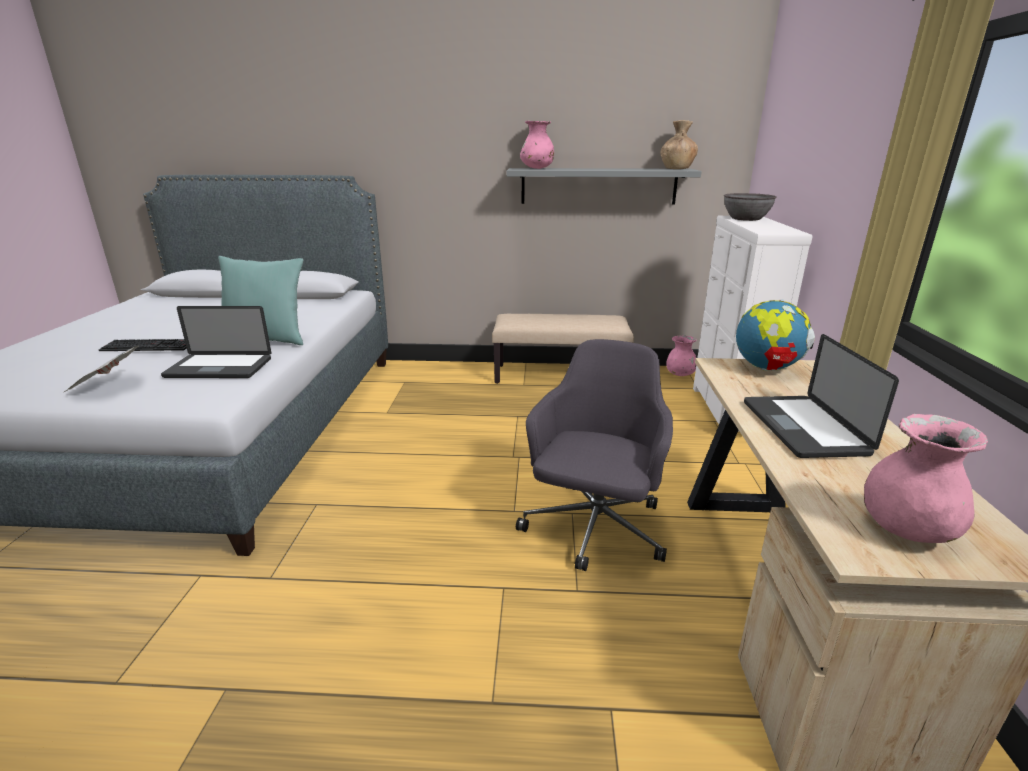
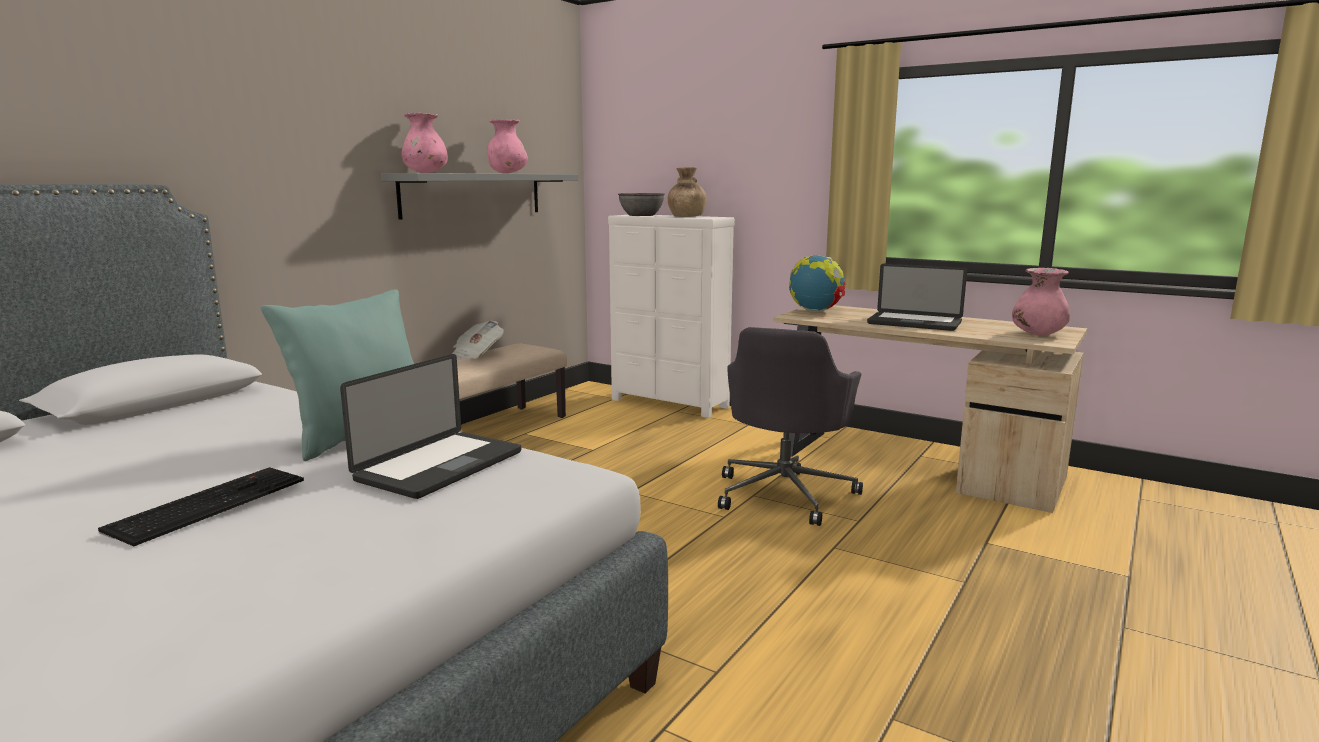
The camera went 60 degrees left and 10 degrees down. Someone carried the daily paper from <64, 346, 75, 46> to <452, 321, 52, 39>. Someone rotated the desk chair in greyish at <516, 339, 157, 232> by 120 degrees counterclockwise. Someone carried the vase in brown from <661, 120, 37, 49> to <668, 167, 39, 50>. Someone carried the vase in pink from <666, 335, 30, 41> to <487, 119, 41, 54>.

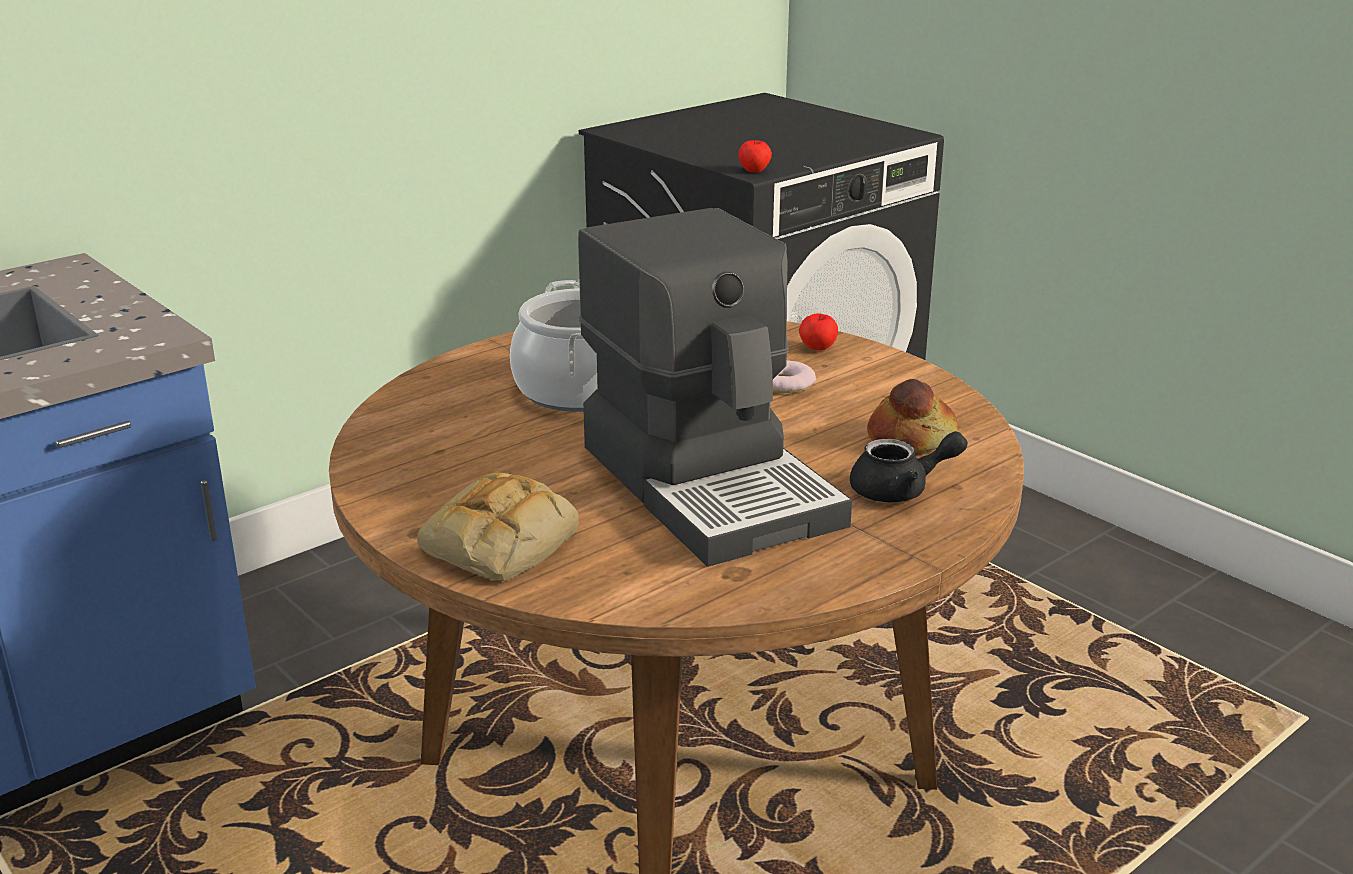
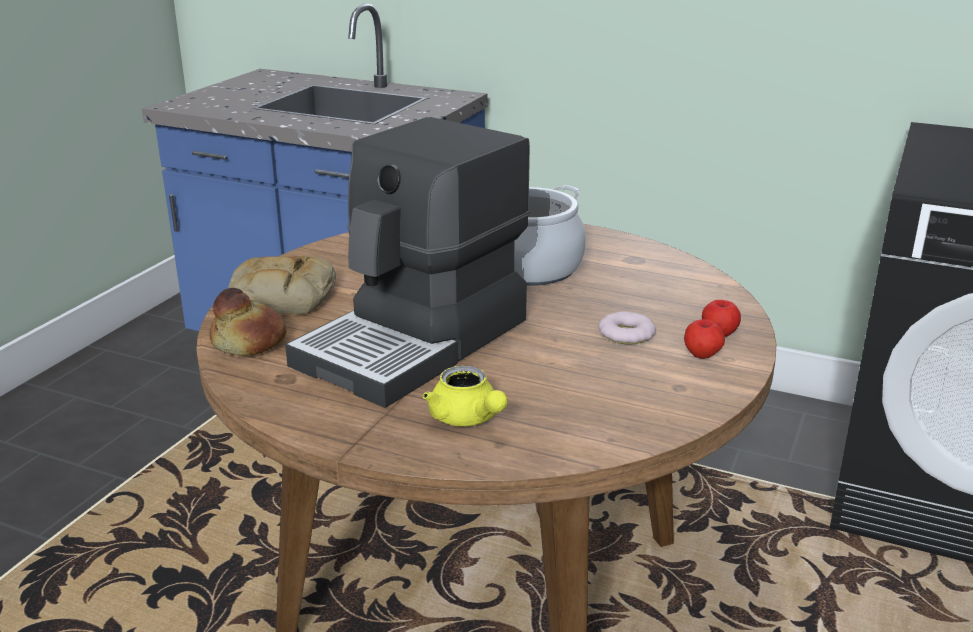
The camera went 65 degrees right and 0 degrees up. Someone carried the whole apple from <739, 140, 33, 33> to <684, 319, 41, 40>. Someone repainted the tea pot in black-coloured at <850, 431, 117, 71>, which became the tea pot in yellow-coloured at <423, 366, 85, 60>. Someone carried the bread from <867, 379, 91, 74> to <210, 288, 77, 68>.

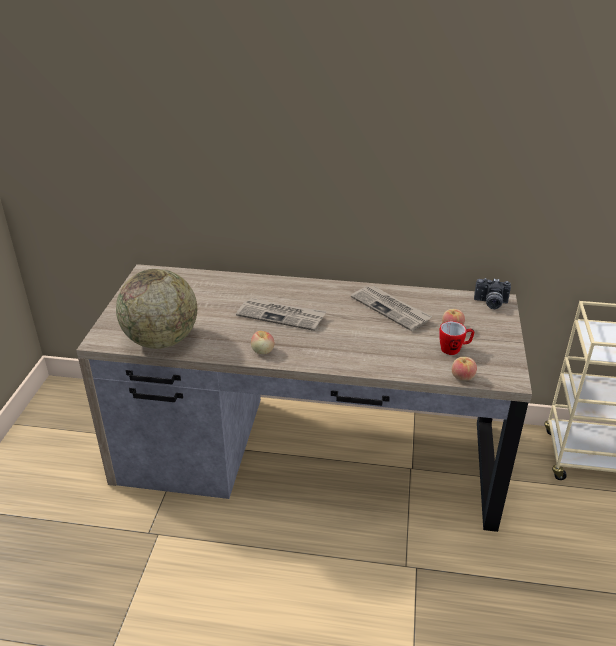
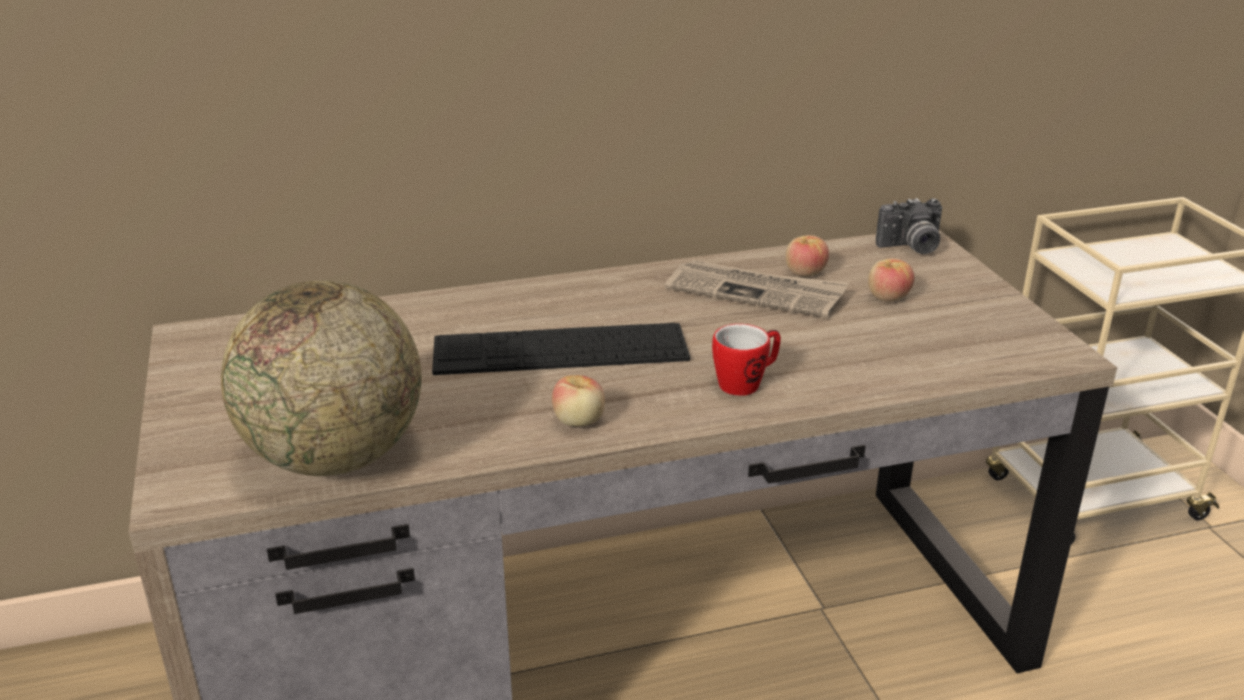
The camera went 25 degrees left and 5 degrees down. Someone swapped the daily paper at <236, 298, 90, 33> for the PC keyboard at <432, 323, 258, 52>. Someone carried the mug from <439, 321, 35, 34> to <712, 324, 69, 72>. Someone carried the whole apple from <452, 357, 25, 24> to <786, 235, 43, 42>.

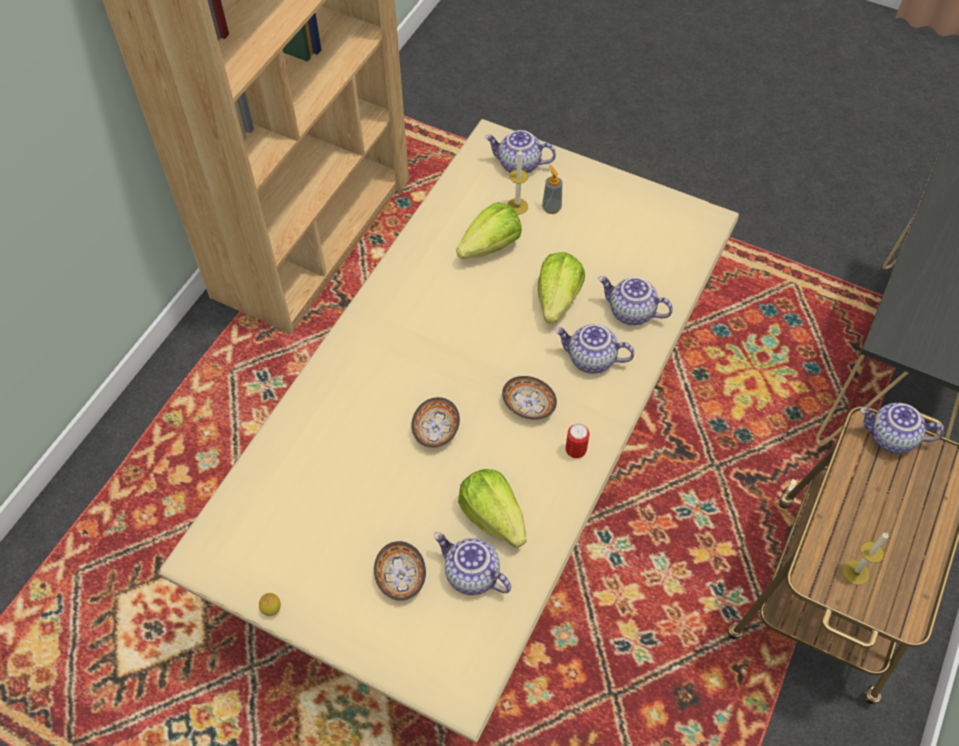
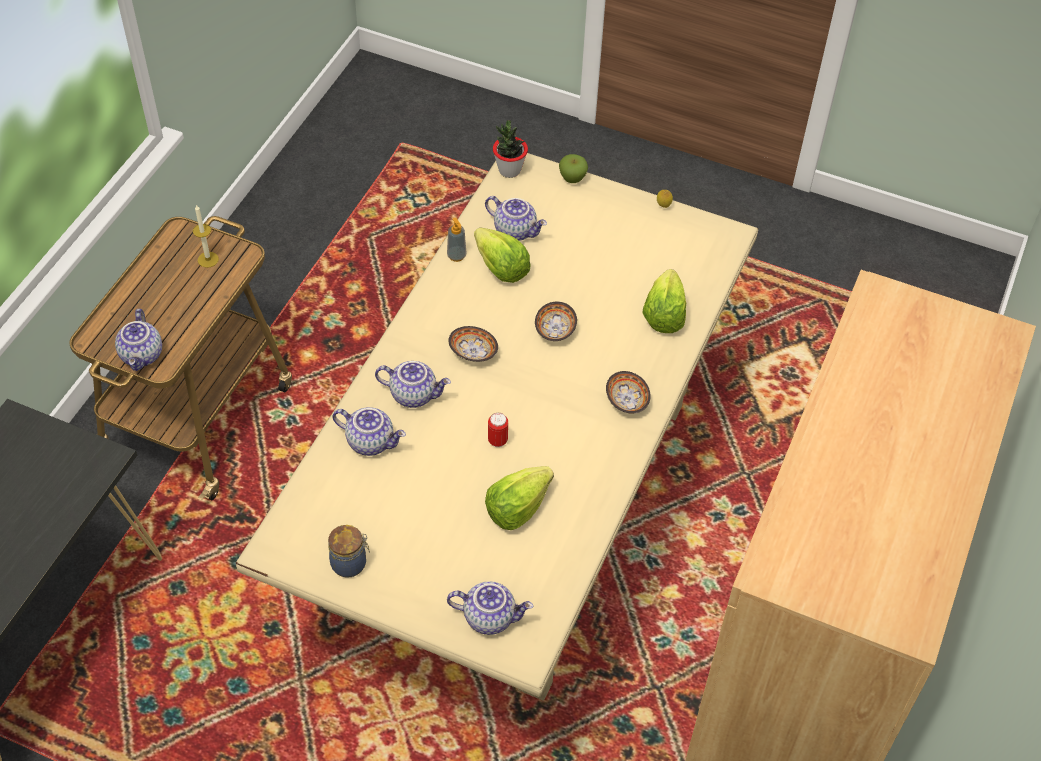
The camera went 175 degrees right and 5 degrees down. Someone carried the bowl from <374, 541, 52, 60> to <606, 371, 45, 43>. Someone took away the wax light at <507, 150, 21, 65>. Someone carried the head of lettuce from <538, 252, 47, 72> to <642, 269, 44, 64>. Someone carried the soap dispenser from <542, 165, 20, 49> to <447, 218, 19, 44>. Someone carried the sealed can from <565, 424, 25, 34> to <488, 413, 20, 34>. Someone rotated the tea pot at <860, 403, 84, 51> by 75 degrees clockwise. Someone put down the storage jar at <328, 525, 42, 53>. Someone put down the potted plant at <493, 120, 35, 58>. Someone put down the whole apple at <559, 154, 29, 29>.

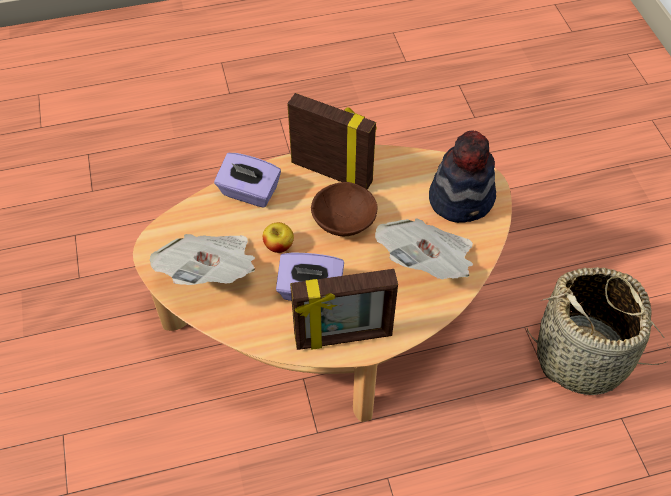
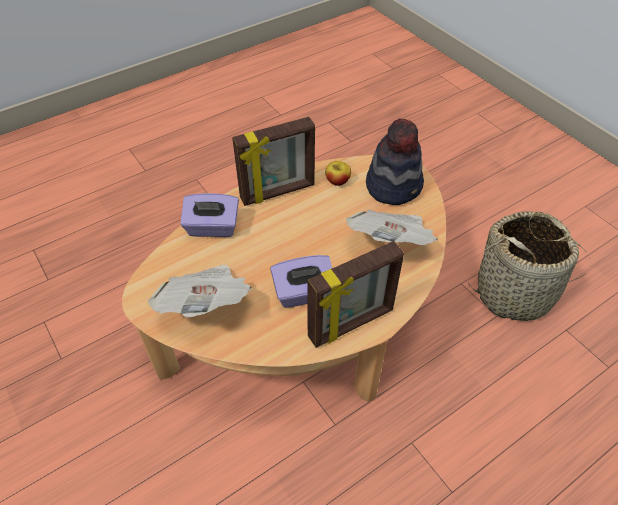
The camera went 20 degrees left and 5 degrees down. Someone carried the whole apple from <263, 222, 31, 31> to <325, 161, 26, 25>. Someone rotated the photo frame at <287, 93, 90, 97> by 150 degrees clockwise. Someone took away the bowl in brown at <311, 182, 66, 54>.

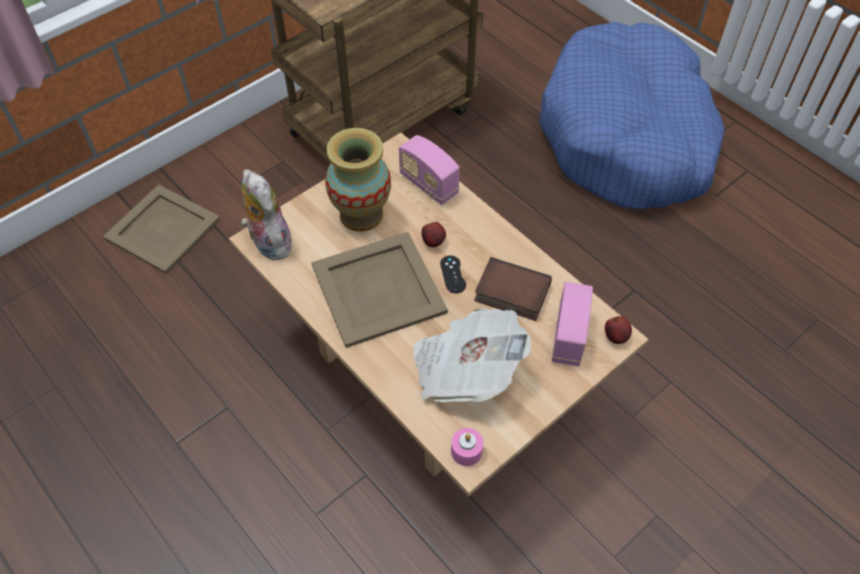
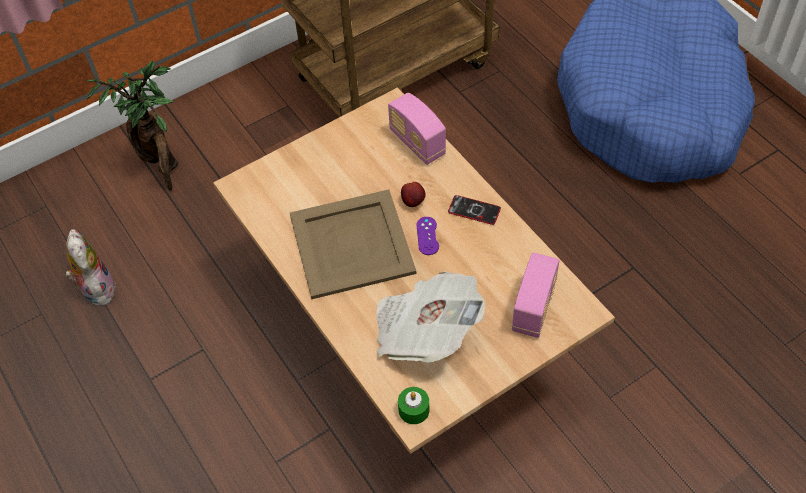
The camera went 10 degrees right and 0 degrees up. Someone swapped the serving tray in beige-coloured at <103, 184, 117, 90> for the potted plant at <87, 61, 92, 130>. Someone carried the soft toy from <241, 170, 51, 90> to <66, 229, 52, 77>. Someone took away the vase at <325, 128, 66, 104>. Someone repainted the joypad in black-coloured at <440, 256, 26, 38>, which became the joypad in purple at <416, 217, 23, 38>. Someone repainted the wax light in pink at <451, 428, 33, 38>, which became the wax light in green-coloured at <398, 387, 31, 37>. Someone took away the book at <474, 257, 78, 64>. Someone took away the whole apple at <605, 316, 27, 28>. Someone put down the handset at <448, 195, 53, 30>.

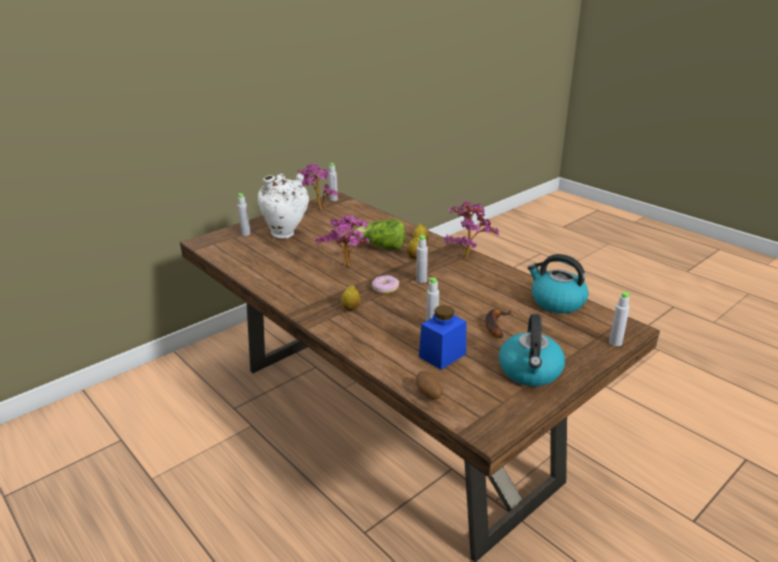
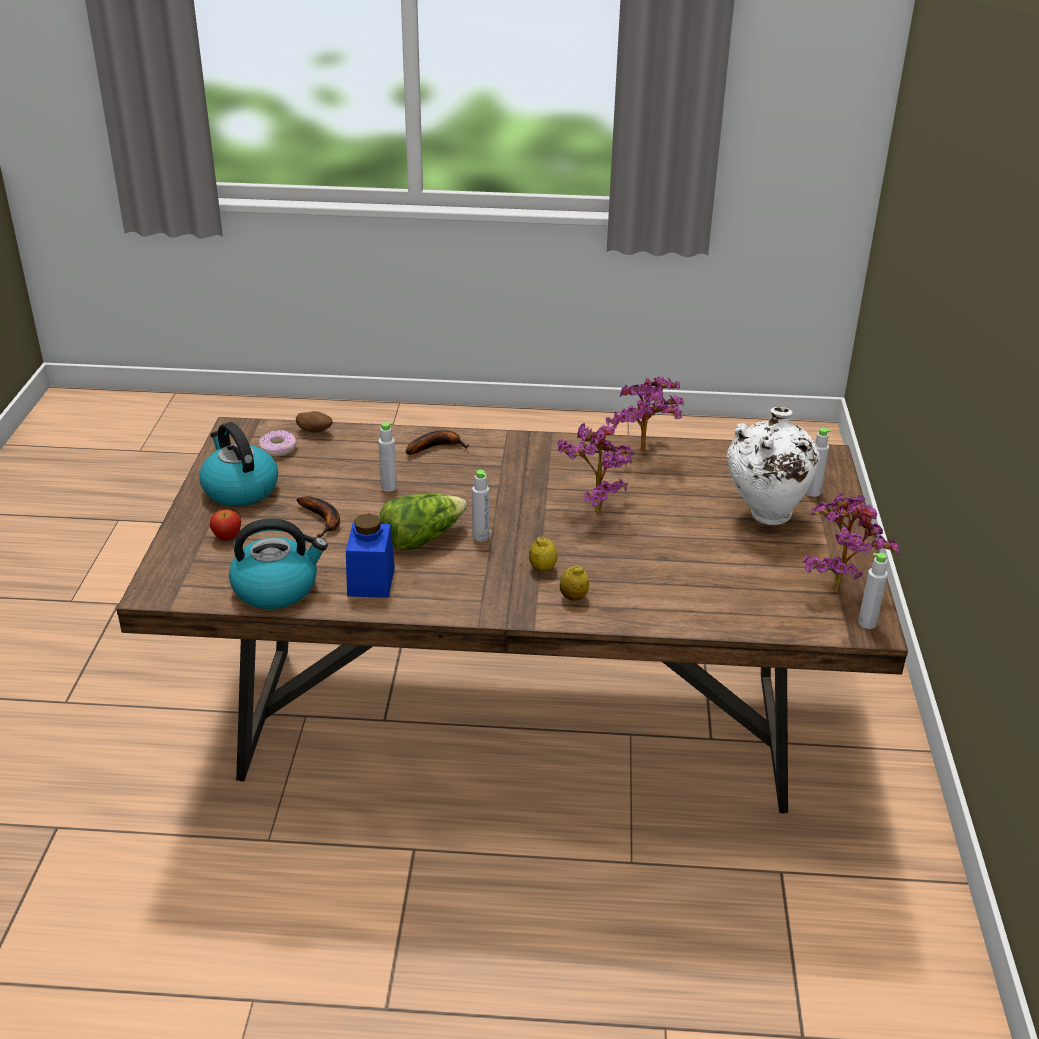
The camera went 135 degrees right and 5 degrees up. Someone took away the citrus fruit at <341, 285, 19, 26>. Someone carried the head of lettuce from <354, 220, 52, 30> to <380, 493, 87, 58>. Someone carried the ring doughnut from <372, 275, 27, 19> to <259, 430, 38, 27>. Someone carried the storage jar in bluish from <419, 305, 47, 65> to <346, 513, 49, 85>. Someone carried the potted plant from <444, 200, 55, 58> to <606, 376, 78, 75>. Someone took away the drink bottle in greyish at <609, 292, 22, 54>. Someone put down the whole apple at <210, 509, 31, 32>. Someone put down the whole banana at <406, 430, 63, 25>.

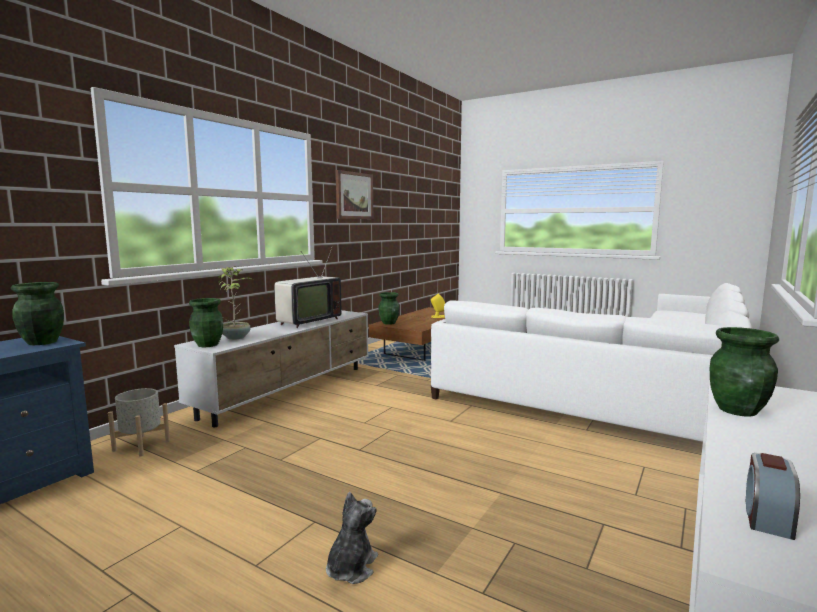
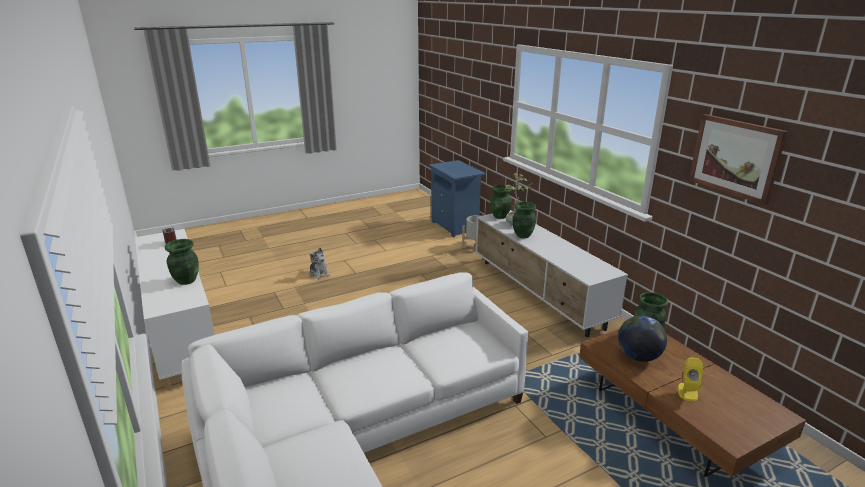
The camera went 120 degrees right and 15 degrees up. Someone carried the vase in green-coloured from <11, 282, 53, 63> to <513, 202, 23, 36>. Someone took away the television at <274, 248, 67, 80>. Someone put down the globe at <618, 315, 49, 47>.

